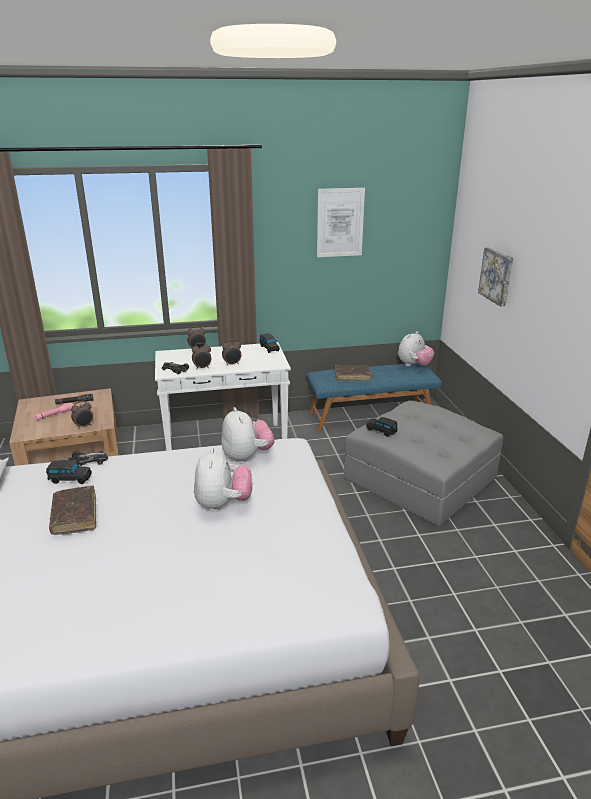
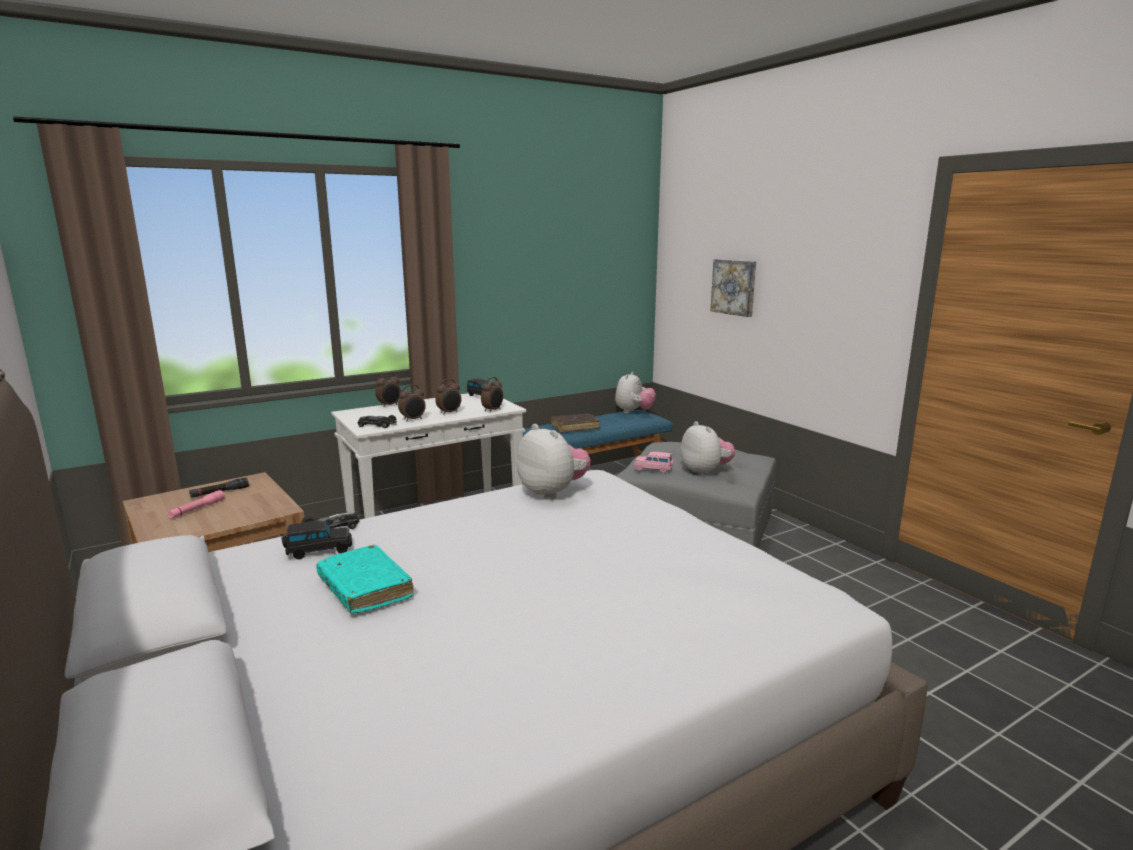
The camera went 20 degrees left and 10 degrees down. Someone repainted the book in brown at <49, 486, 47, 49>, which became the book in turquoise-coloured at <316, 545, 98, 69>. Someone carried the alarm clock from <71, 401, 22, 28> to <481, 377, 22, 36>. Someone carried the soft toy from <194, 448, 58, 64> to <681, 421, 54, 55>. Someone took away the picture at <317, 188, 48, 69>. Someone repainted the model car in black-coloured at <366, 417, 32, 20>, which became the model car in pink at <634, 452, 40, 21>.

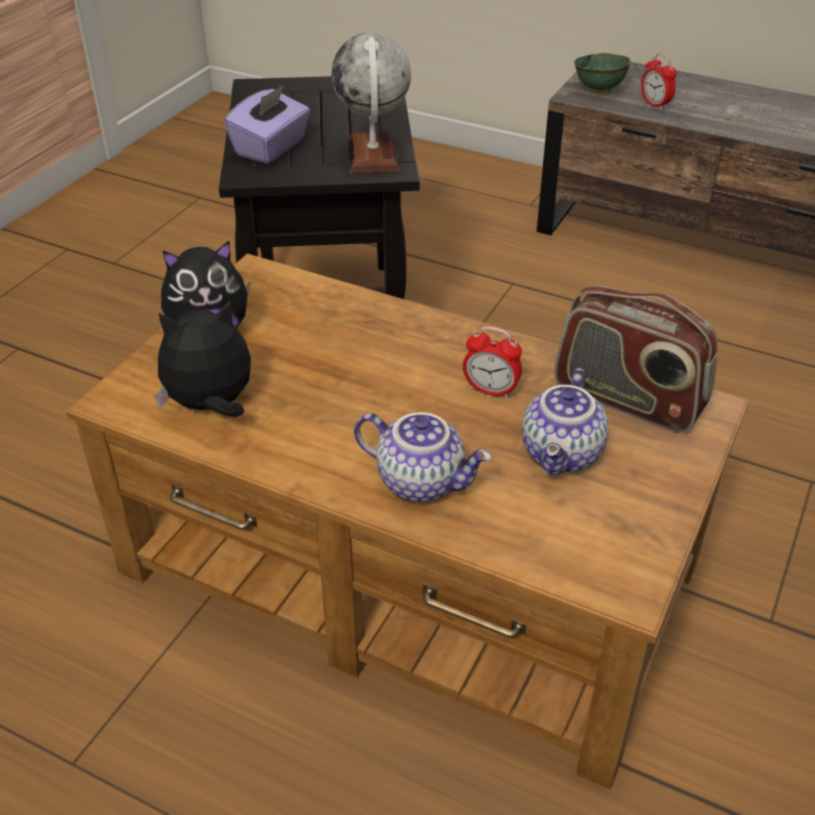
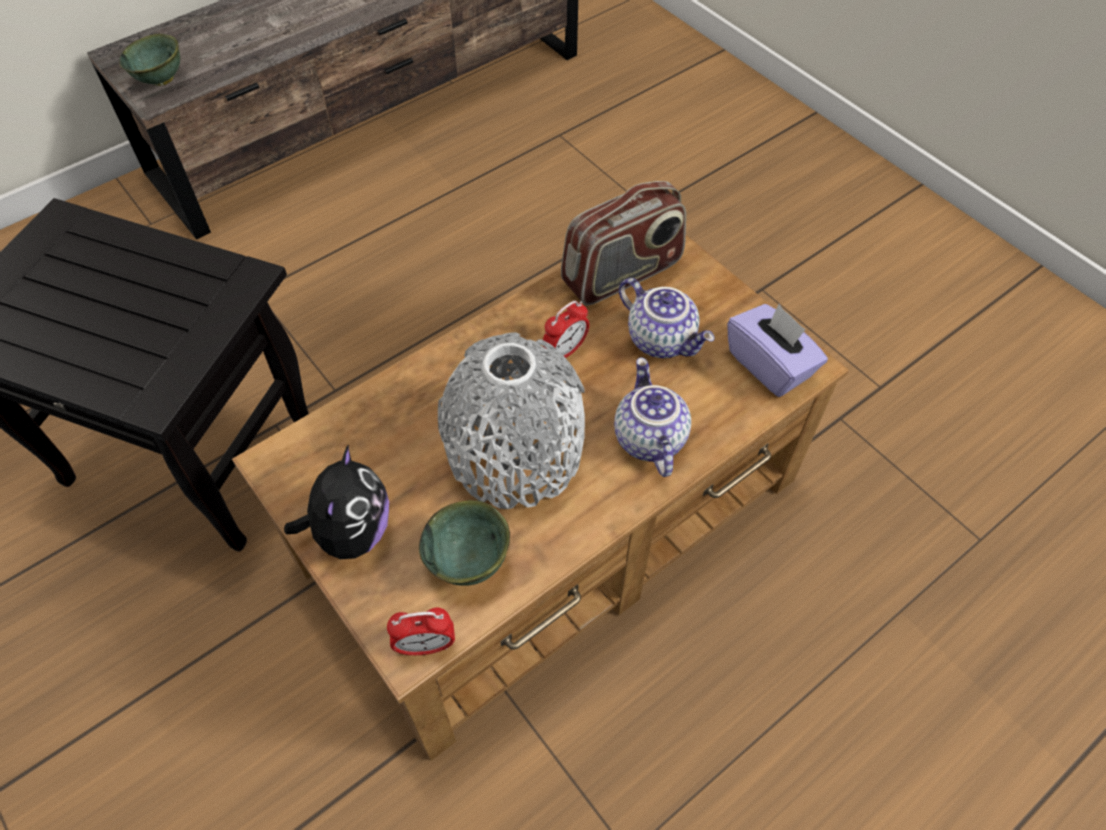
The camera went 65 degrees left and 15 degrees up. Someone swapped the soft toy at <155, 300, 96, 117> for the bowl in green-coloured at <419, 500, 91, 86>. Someone carried the tissue holder in purple from <224, 85, 86, 79> to <727, 304, 101, 93>. Someone took away the globe at <331, 33, 80, 141>. Someone rotated the tea pot at <354, 412, 138, 90> by 60 degrees counterclockwise. Someone carried the alarm clock from <641, 54, 36, 56> to <387, 607, 68, 48>. Someone put down the vase in greyish at <438, 332, 147, 177>.

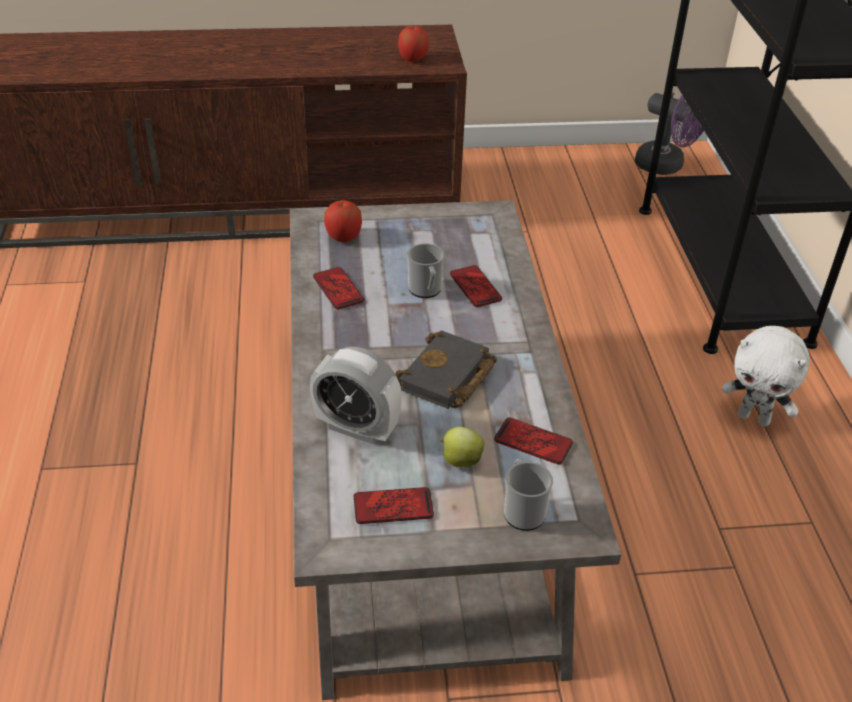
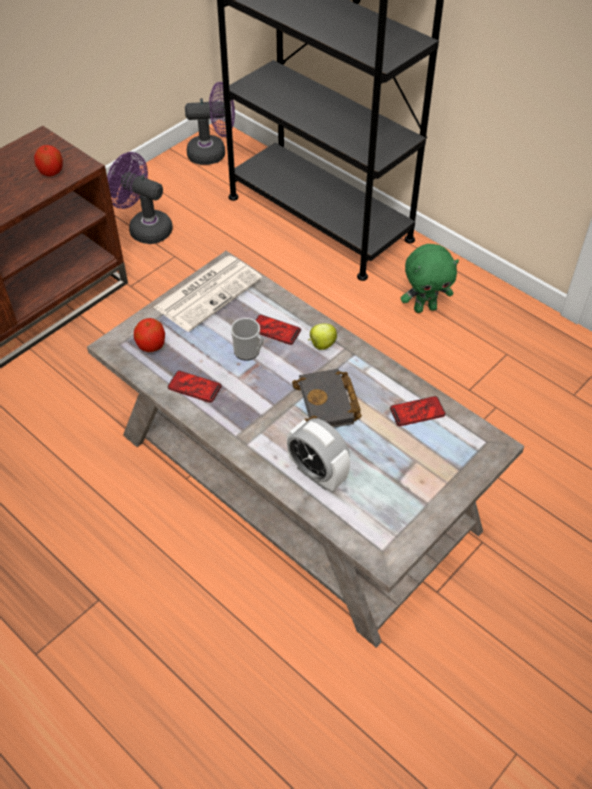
The camera went 40 degrees left and 10 degrees up. Someone rotated the alarm clock at <310, 347, 92, 97> by 60 degrees clockwise. Someone took away the handset at <354, 487, 80, 37>. Someone carried the whole apple from <440, 427, 45, 40> to <308, 323, 29, 27>. Someone took away the mug at <504, 459, 49, 72>. Someone repainted the soft toy in whitish at <721, 326, 89, 101>, which became the soft toy in green-coloured at <401, 244, 58, 69>. Someone put down the electric fan in purple at <107, 152, 66, 92>. Someone put down the daily paper at <154, 256, 108, 76>.

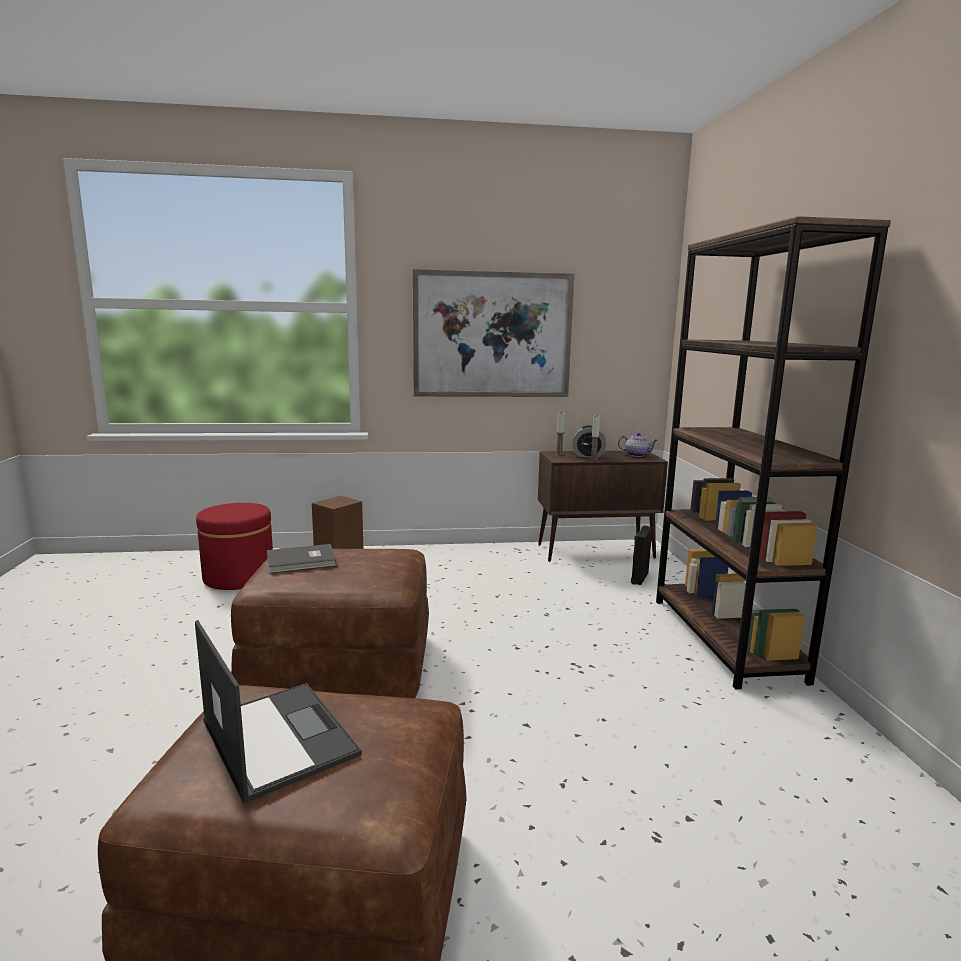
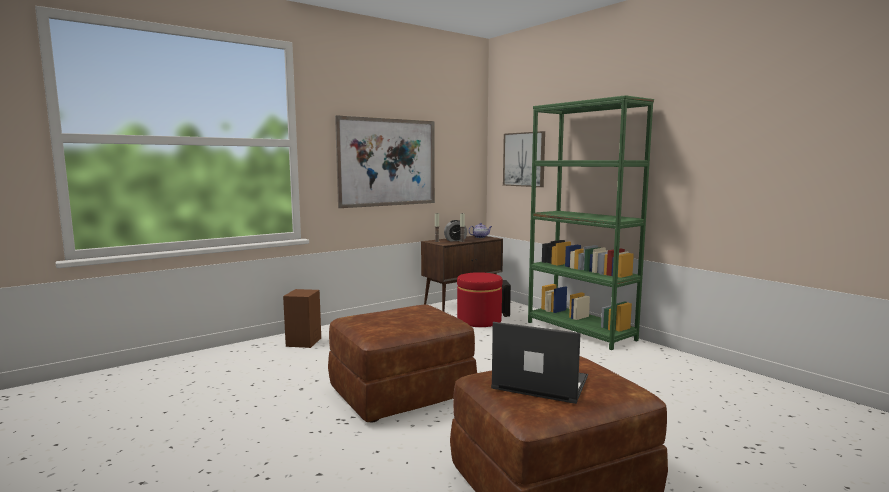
The camera went 30 degrees left and 5 degrees down. Someone carried the pouffe in reddish from <196, 503, 77, 87> to <457, 272, 45, 55>. Someone took away the book in greyish at <267, 544, 70, 29>. Someone repainted the bookcase in brown at <656, 216, 235, 474>, which became the bookcase in green-coloured at <528, 95, 126, 255>. Someone put up the picture at <503, 131, 42, 56>.

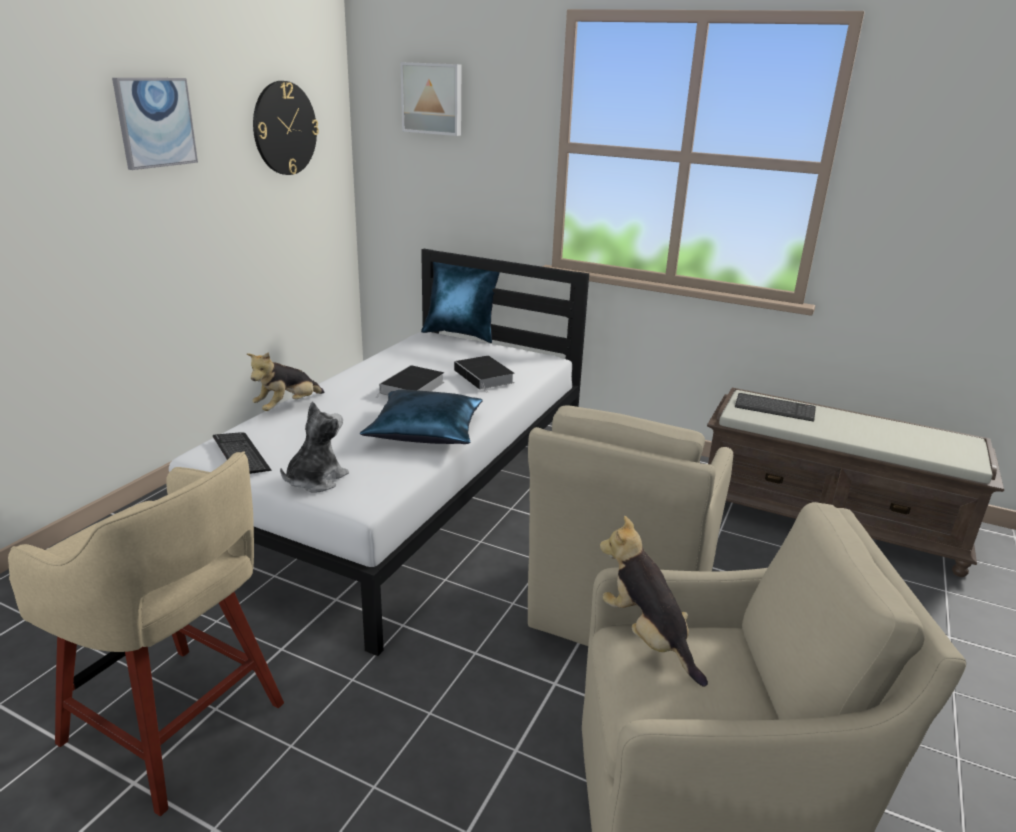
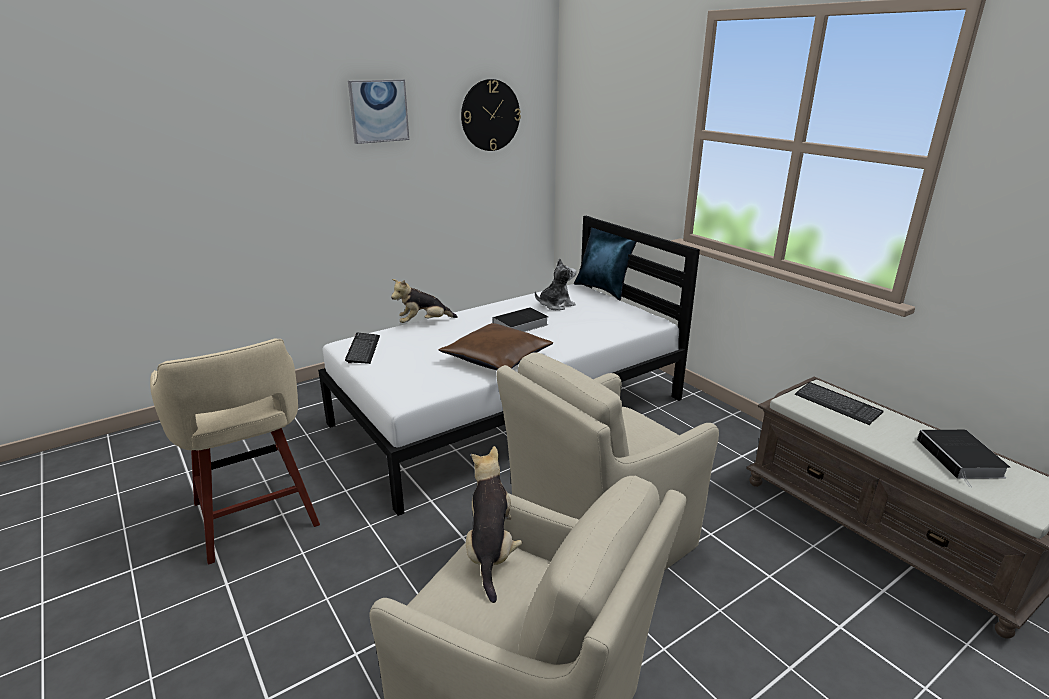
The camera went 30 degrees right and 0 degrees up. Someone carried the soft toy from <280, 402, 69, 91> to <535, 258, 42, 52>. Someone repainted the cushion in bluish at <360, 390, 123, 54>, which became the cushion in brown at <439, 323, 114, 47>. Someone took away the picture at <400, 62, 61, 74>. Someone carried the book from <454, 356, 60, 37> to <917, 430, 93, 57>.

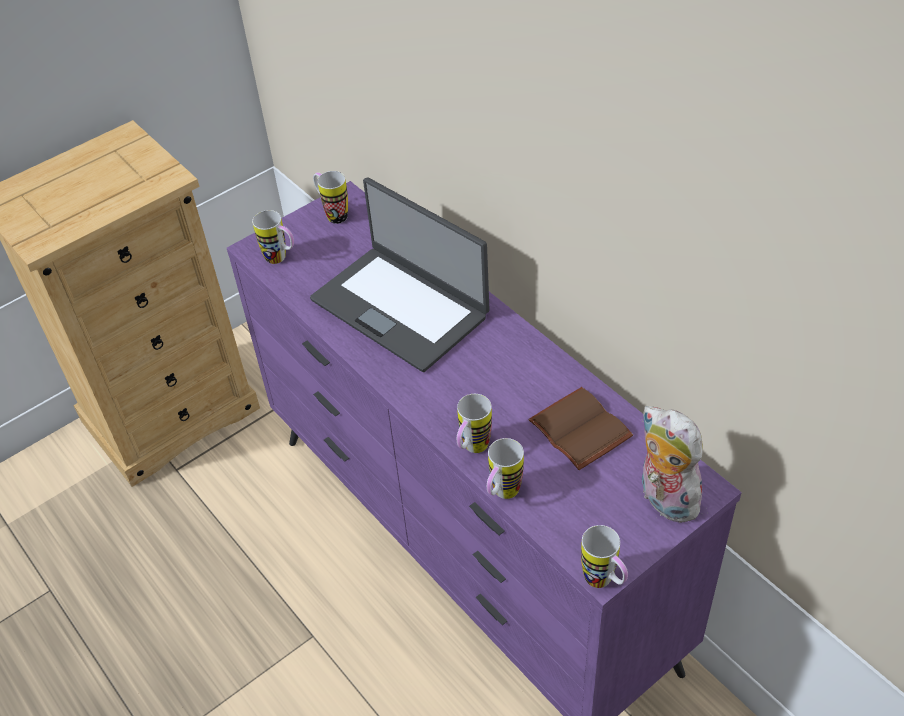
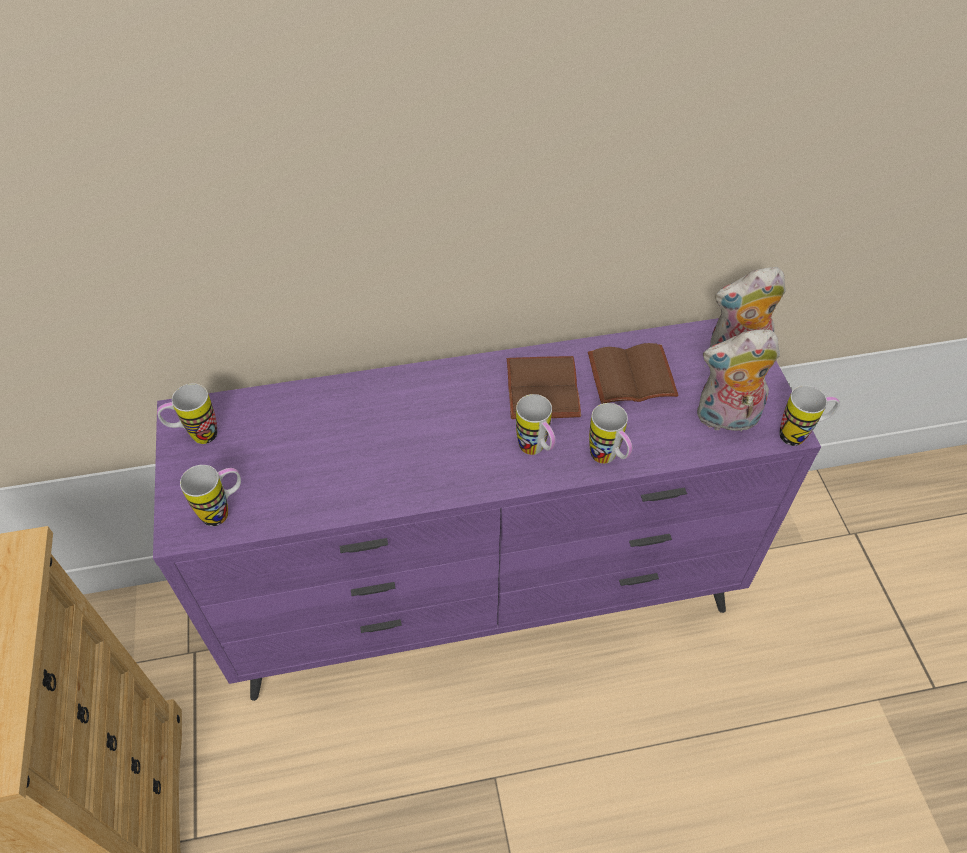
The camera went 65 degrees left and 5 degrees up. Someone took away the laptop at <310, 177, 180, 195>. Someone carried the mug from <487, 438, 37, 61> to <516, 394, 39, 61>. Someone put down the book in brown at <507, 356, 74, 63>. Someone put down the soft toy at <697, 329, 83, 107>.

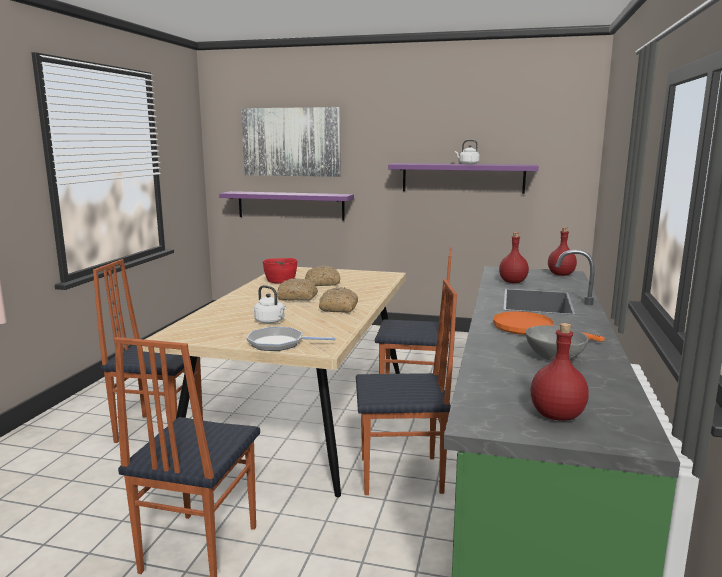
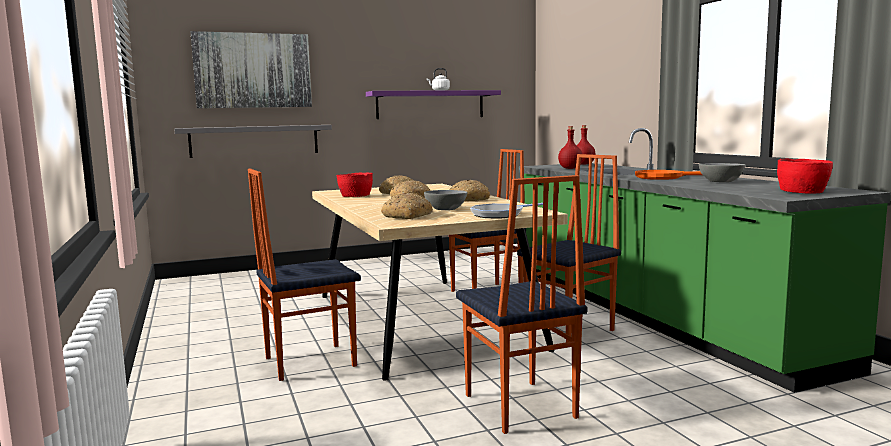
The camera went 35 degrees left and 5 degrees down. Someone repainted the wall shelf in purple at <219, 191, 135, 29>, which became the wall shelf in greyish at <174, 125, 158, 33>. Someone swapped the water kettle in whitish at <254, 285, 32, 39> for the bowl in greyish at <424, 190, 44, 20>. Someone swapped the drink bottle in reddish at <530, 323, 59, 98> for the bowl in reddish at <777, 159, 56, 35>. Someone put down the bread at <381, 193, 52, 26>.

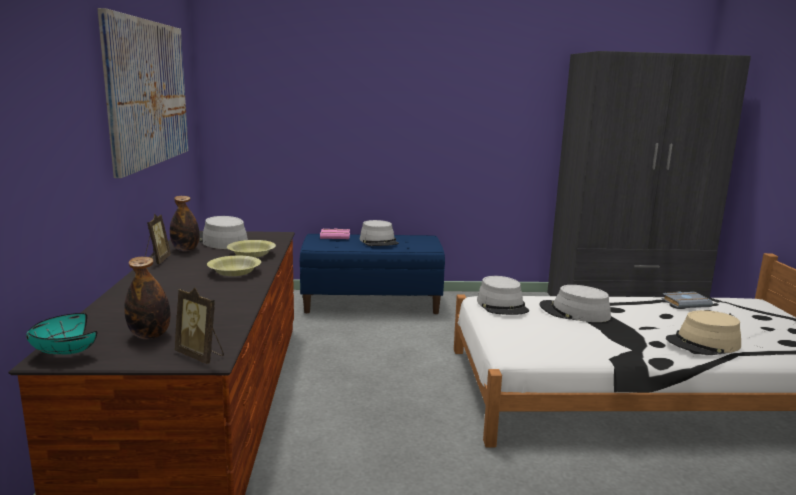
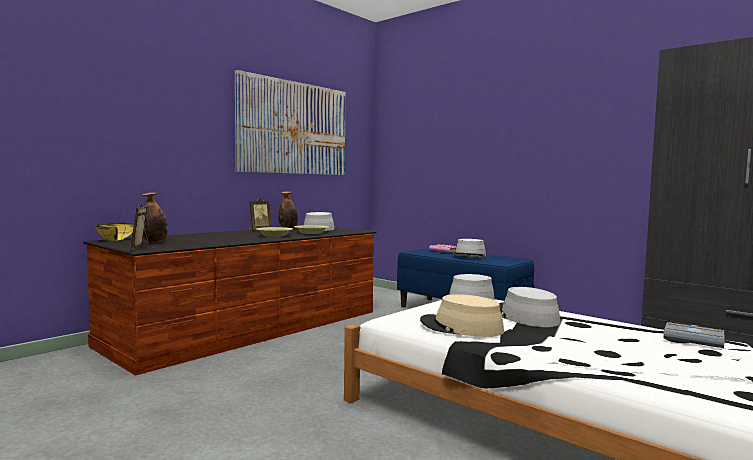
The camera went 45 degrees right and 10 degrees down. Someone repainted the bowl in turquoise-coloured at <26, 313, 71, 41>, which became the bowl in yellow-coloured at <95, 224, 39, 17>. Someone carried the clothing hat in beige-coloured from <666, 310, 75, 45> to <420, 294, 84, 43>.

